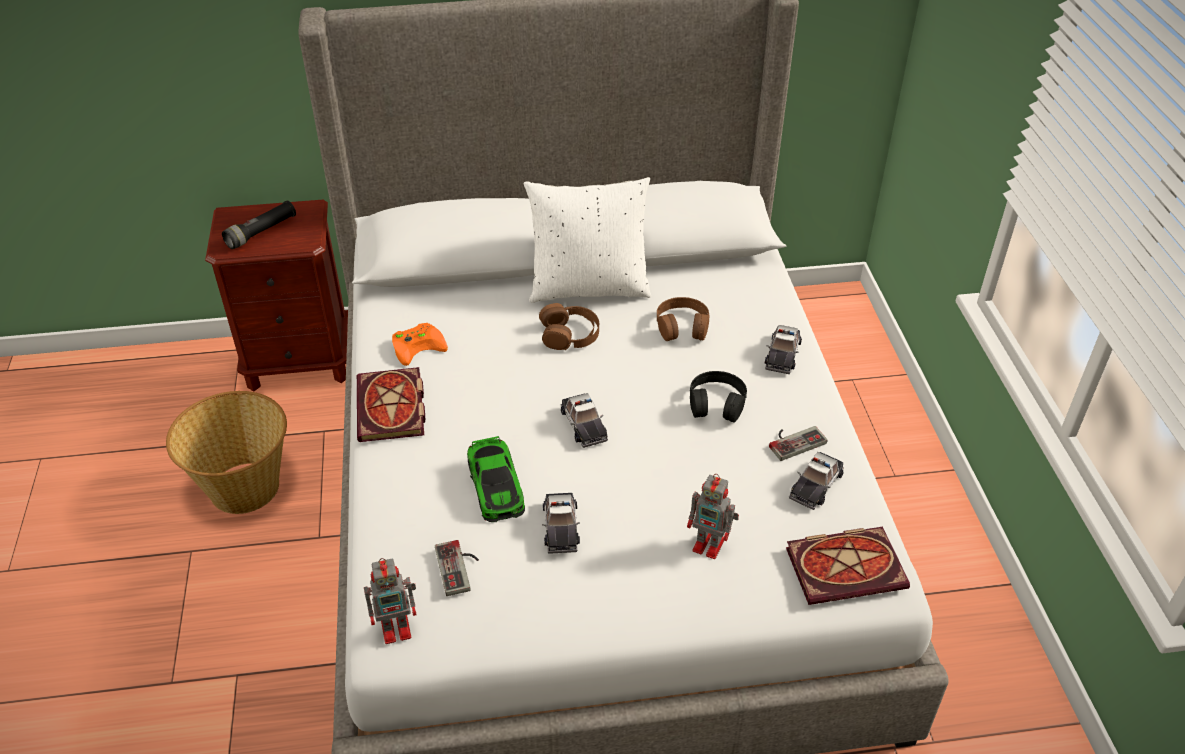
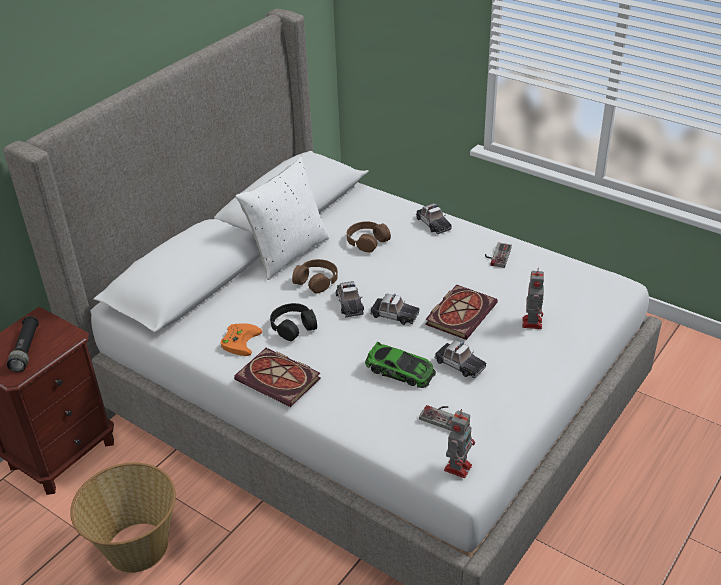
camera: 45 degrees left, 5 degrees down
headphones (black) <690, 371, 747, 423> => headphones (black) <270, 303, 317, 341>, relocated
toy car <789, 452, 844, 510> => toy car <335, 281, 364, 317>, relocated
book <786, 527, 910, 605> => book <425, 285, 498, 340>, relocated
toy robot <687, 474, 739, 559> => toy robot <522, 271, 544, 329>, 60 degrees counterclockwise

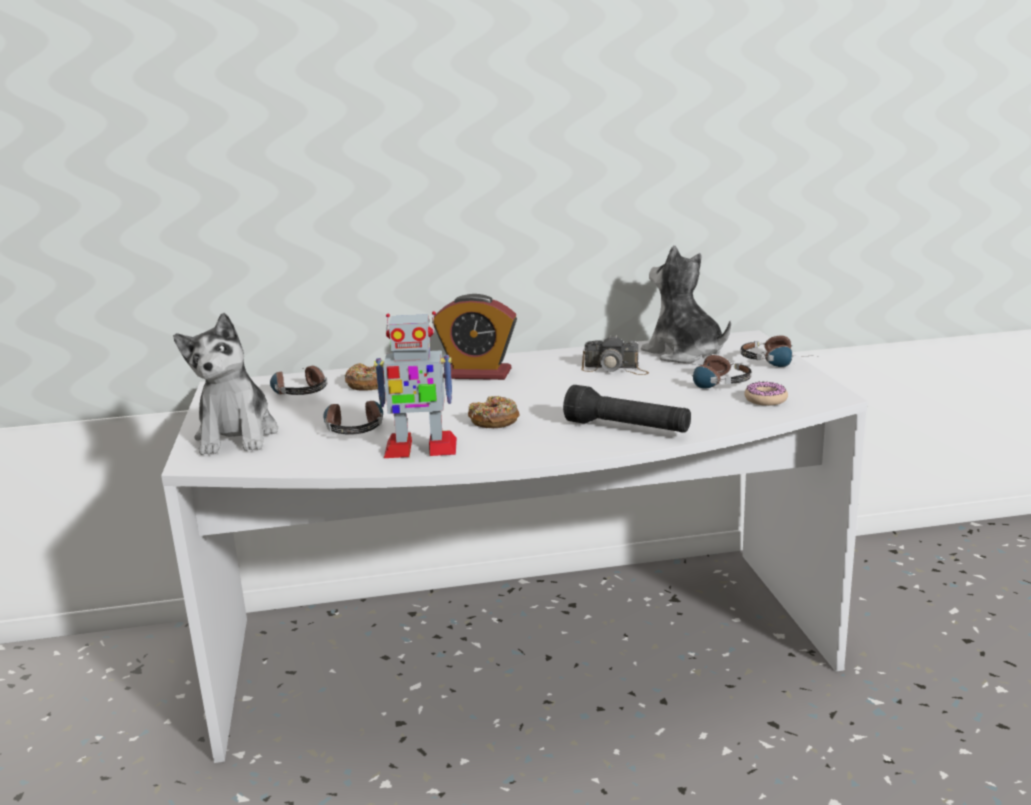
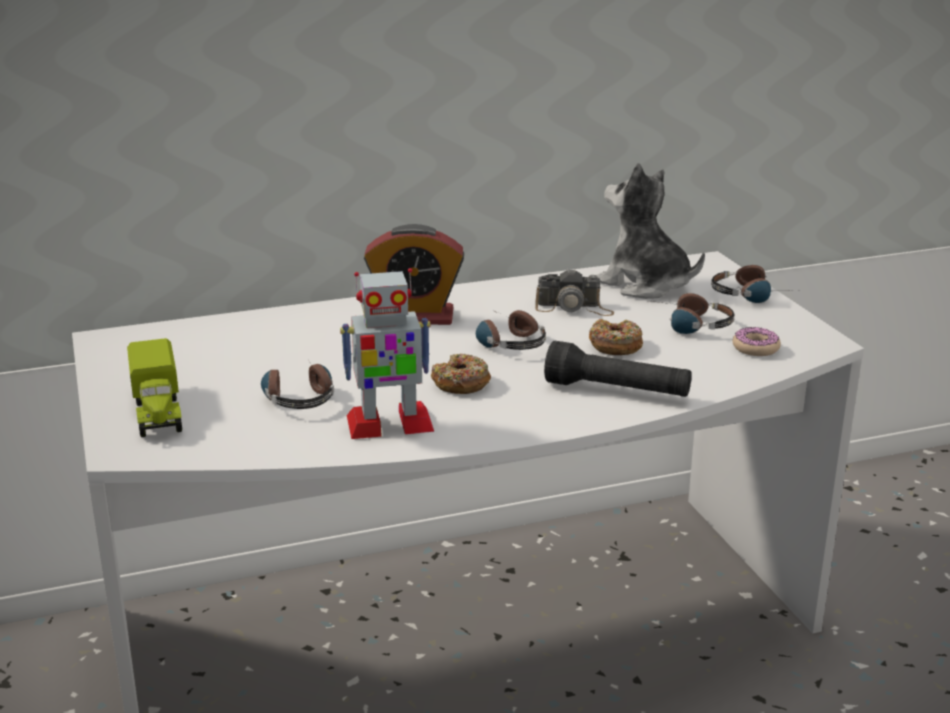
camera: 10 degrees left, 5 degrees up
plush toy <173, 313, 278, 455> => toy truck <127, 338, 182, 437>
headphones <270, 366, 328, 395> => headphones <476, 310, 546, 350>, relocated
donut <345, 363, 385, 391> => donut <589, 319, 643, 355>, relocated

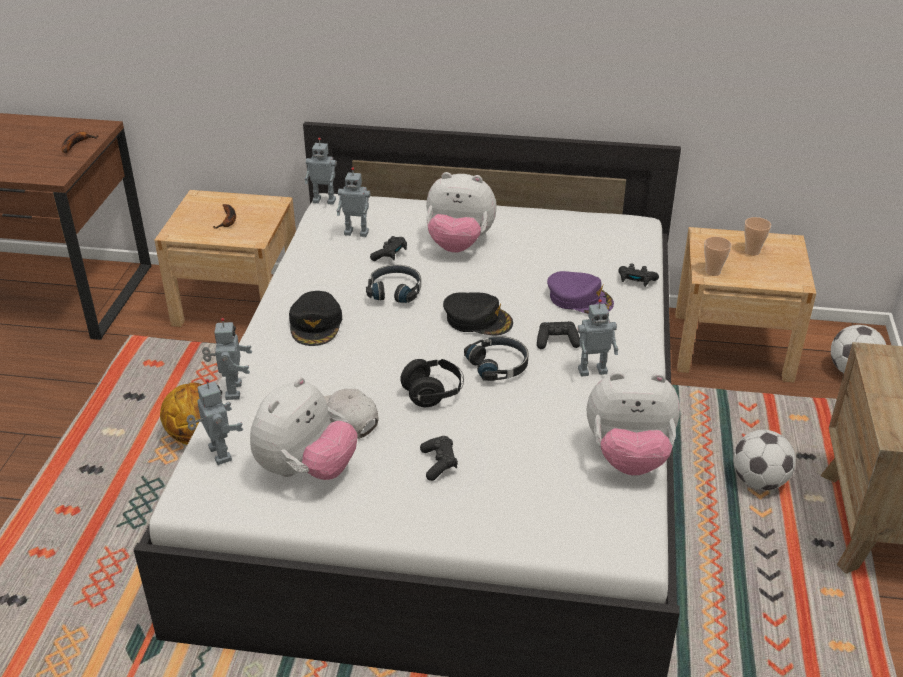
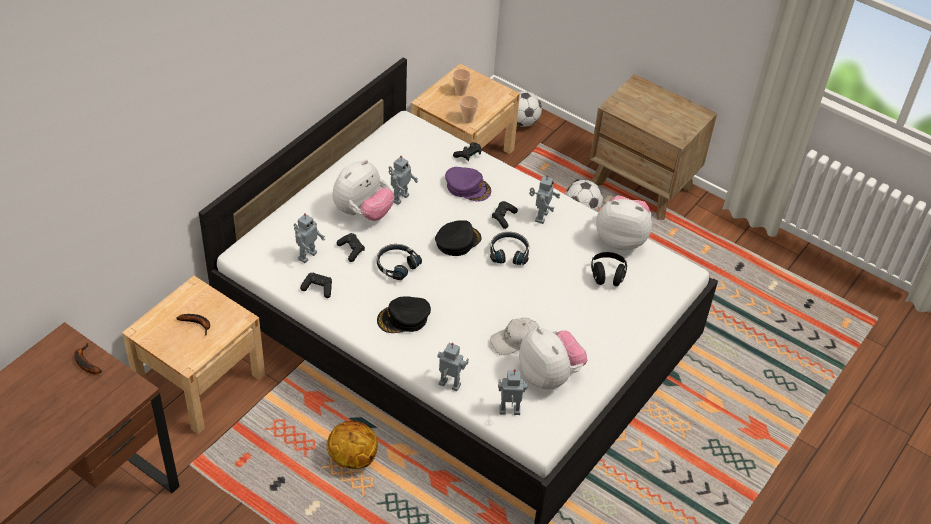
camera: 65 degrees left, 10 degrees up
game controller (black) <420, 436, 458, 481> => game controller (black) <300, 273, 332, 298>, relocated
cap (black) <289, 291, 342, 346> => cap (black) <377, 296, 431, 333>, 135 degrees clockwise
toy robot <305, 138, 337, 205> => toy robot <388, 156, 418, 205>, relocated
cap (purple) <547, 271, 614, 314> => cap (purple) <445, 167, 491, 202>, 60 degrees clockwise
headphones (black) <400, 359, 464, 407> => headphones (black) <591, 252, 627, 286>, relocated
plush toy <587, 369, 680, 476> => plush toy <596, 195, 652, 250>, 105 degrees counterclockwise

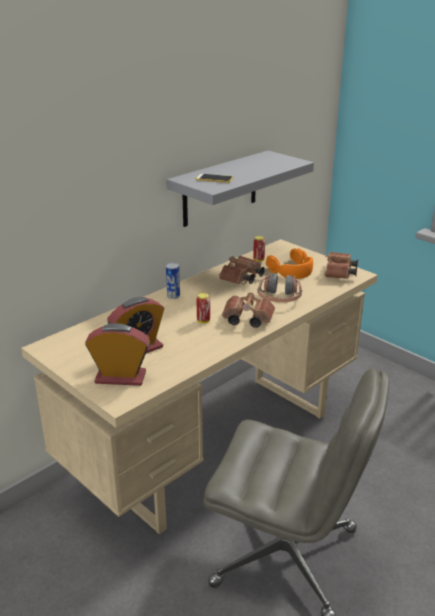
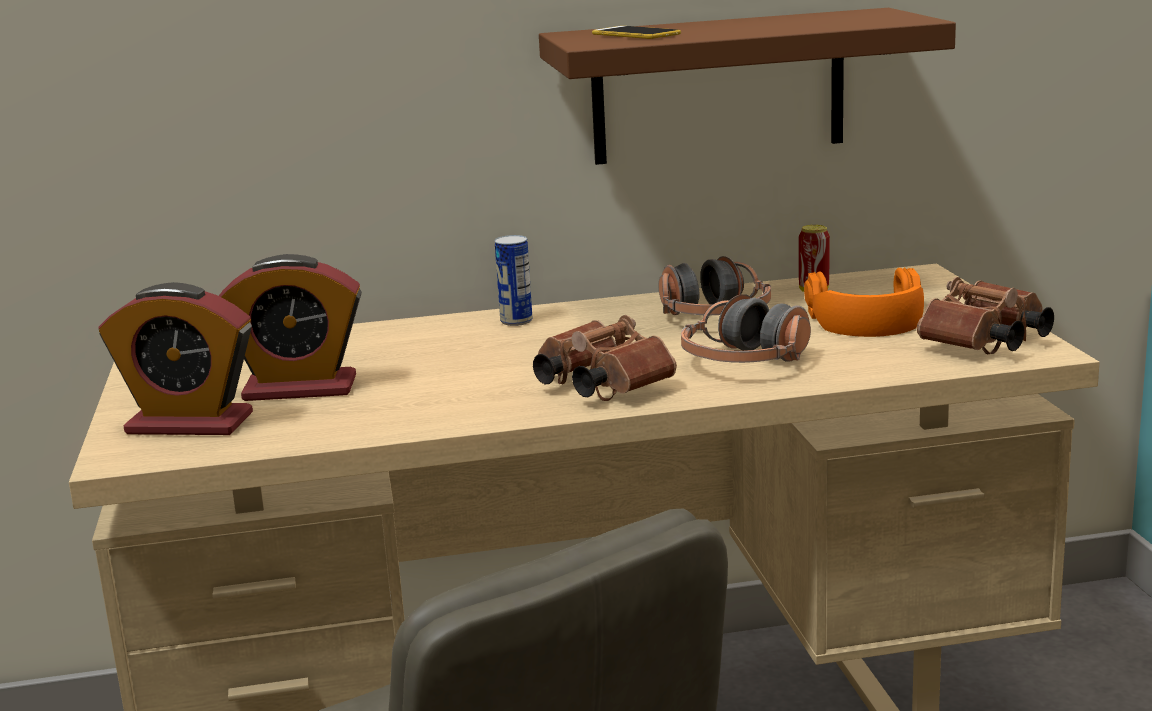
camera: 35 degrees right, 10 degrees down
alarm clock <85, 323, 150, 386> => alarm clock <98, 282, 253, 435>, 150 degrees clockwise
shelf (grey) <166, 151, 314, 227> => shelf (brown) <539, 8, 956, 165>
binoculars (brown) <219, 256, 265, 285> => headphones <659, 256, 771, 315>
can <197, 293, 210, 323> => nothing

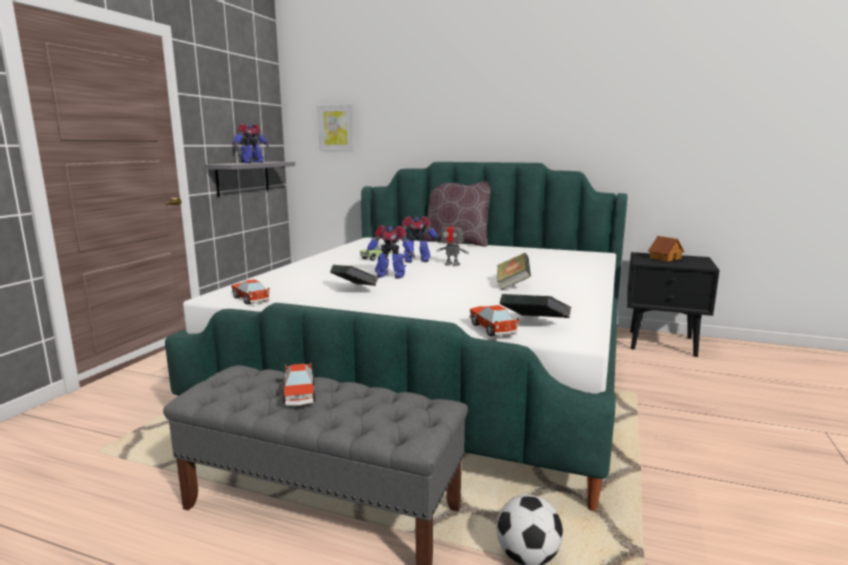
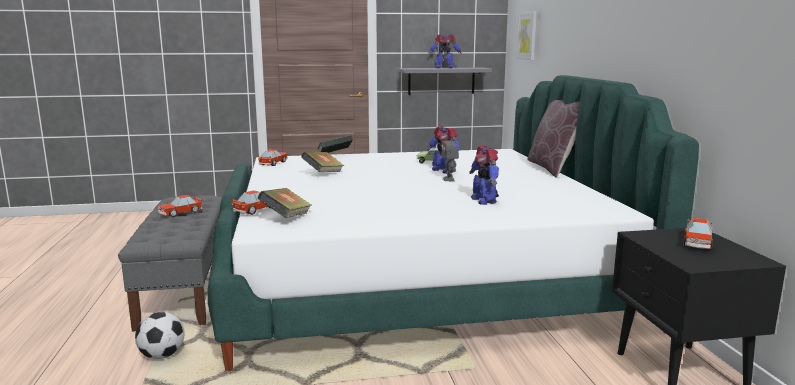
camera: 60 degrees right, 0 degrees up
book <497, 253, 531, 290> => book <317, 135, 353, 153>, relocated
toy robot <365, 225, 415, 279> => toy robot <470, 146, 499, 205>, relocated
toy house <648, 236, 684, 262> => toy car <683, 218, 713, 250>

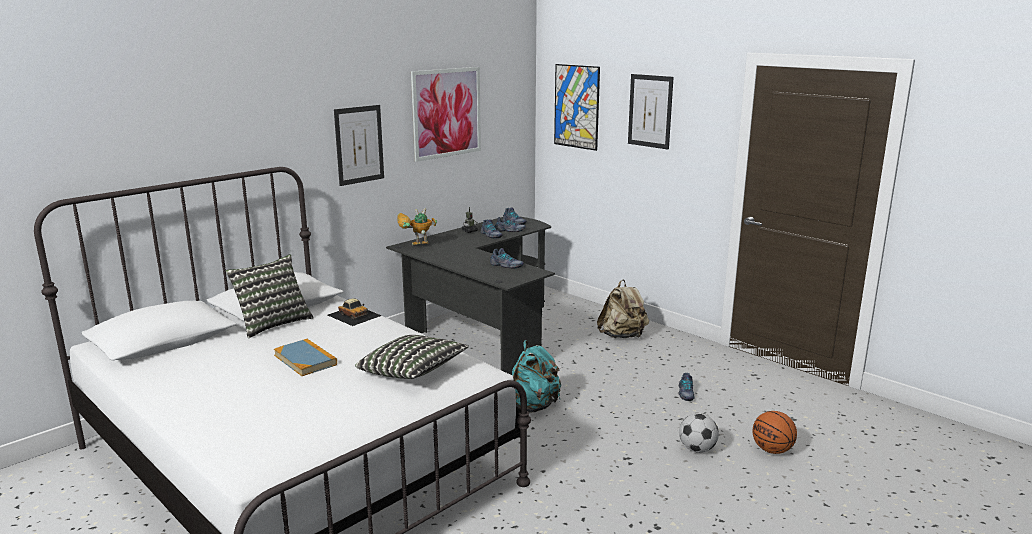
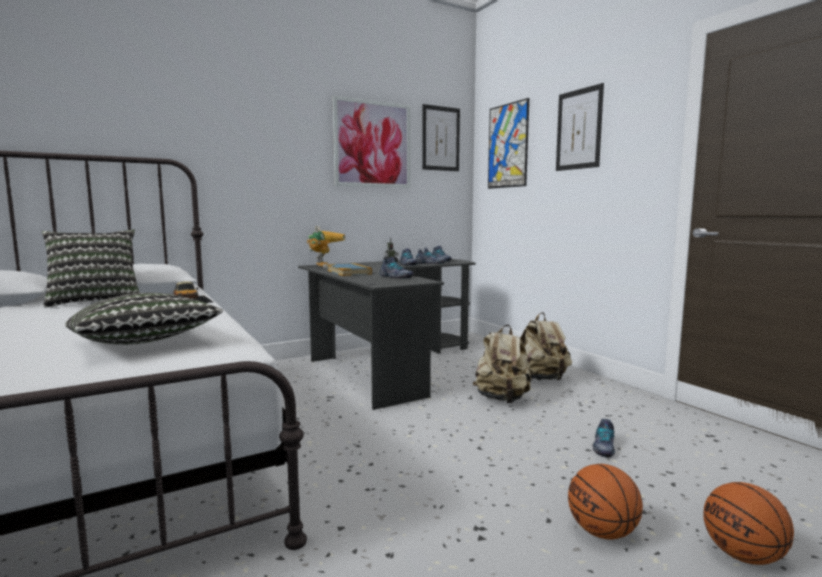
camera: 15 degrees right, 10 degrees down
toy robot <397, 208, 437, 246> => toy robot <307, 226, 345, 268>, 105 degrees clockwise
book <274, 339, 337, 376> => book <328, 263, 372, 276>, relocated
picture <334, 105, 384, 186> => picture <422, 104, 460, 171>, relocated
nothing => backpack (beige) <473, 325, 532, 403>
football <679, 413, 719, 453> => basketball <568, 464, 643, 540>
backpack (turquoise) <512, 340, 561, 413> => nothing

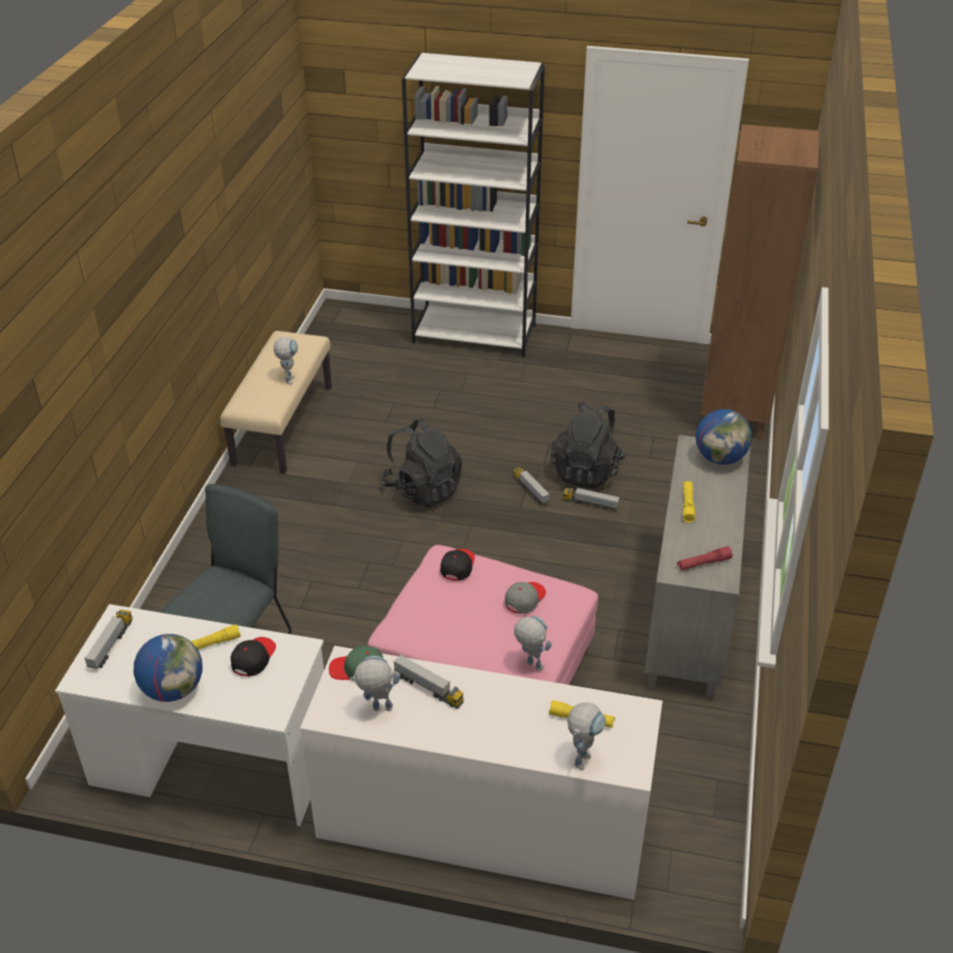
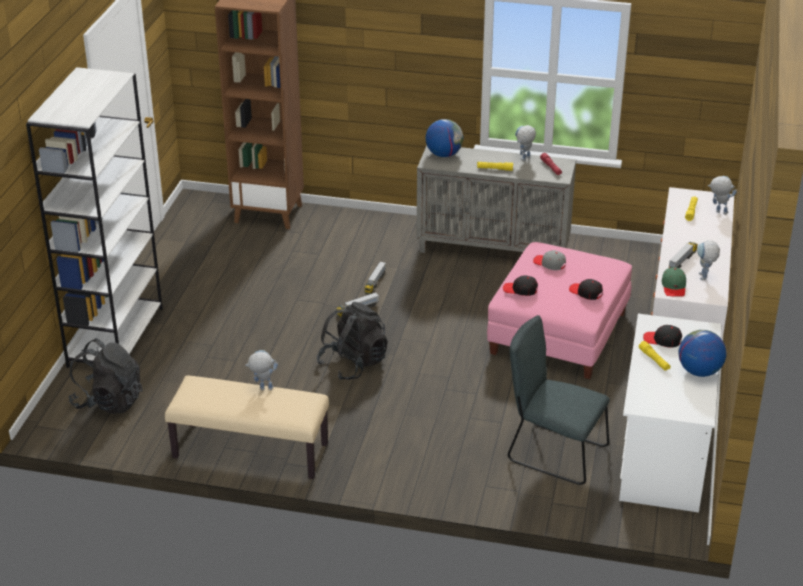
camera: 90 degrees left, 5 degrees down
backpack (black) <551, 401, 625, 489> => backpack (black) <68, 338, 143, 414>, relocated
toy robot <514, 616, 552, 671> => toy robot <515, 125, 536, 161>, relocated
nothing => cap (black) <569, 279, 603, 300>
toy truck <84, 610, 132, 669> => nothing

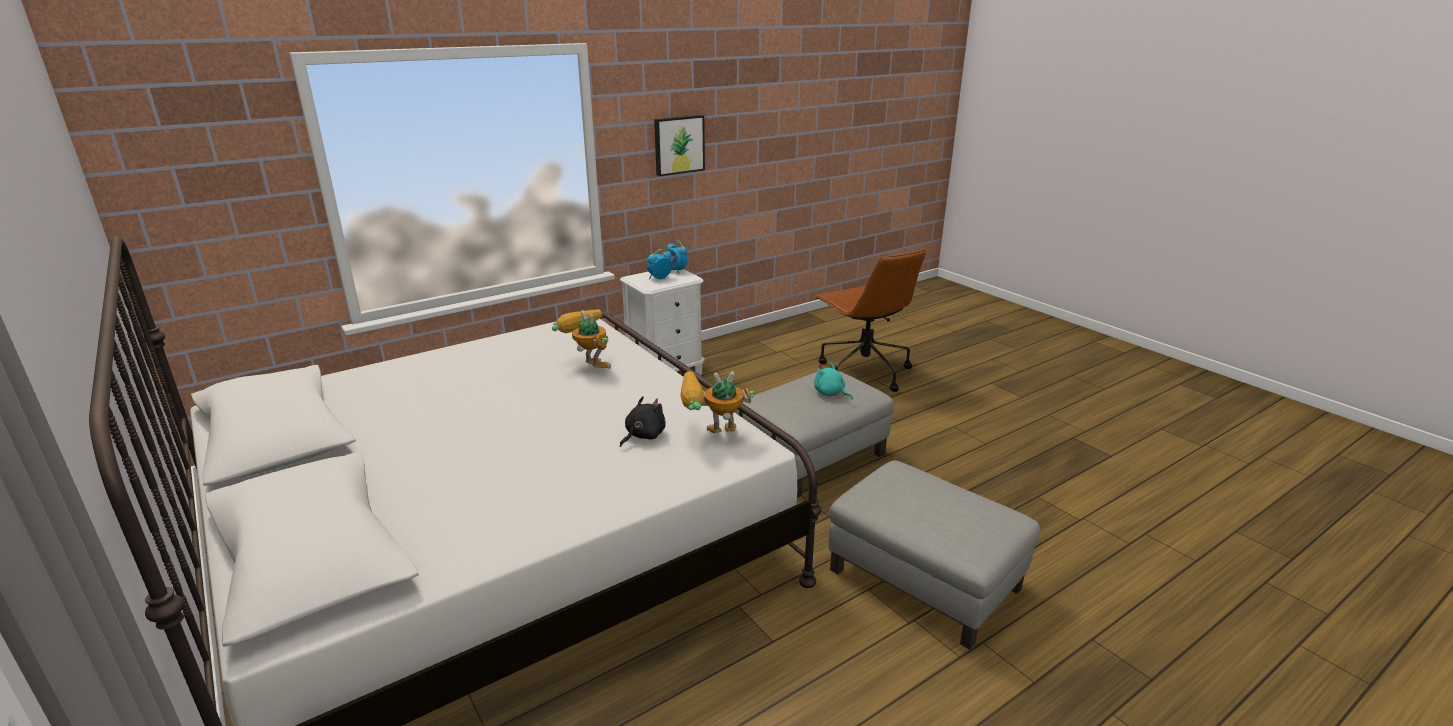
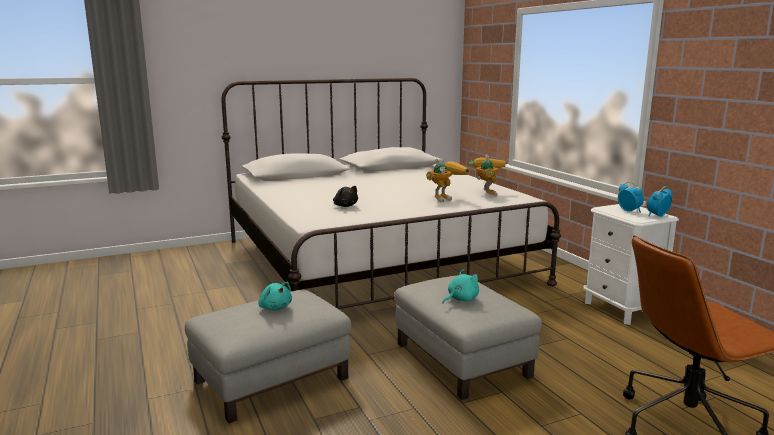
camera: 100 degrees right, 10 degrees down
nothing => plush toy (turquoise) <258, 282, 292, 311>
toy robot <681, 371, 754, 433> => toy robot <469, 154, 506, 197>, relocated
picture <654, 115, 705, 176> => nothing

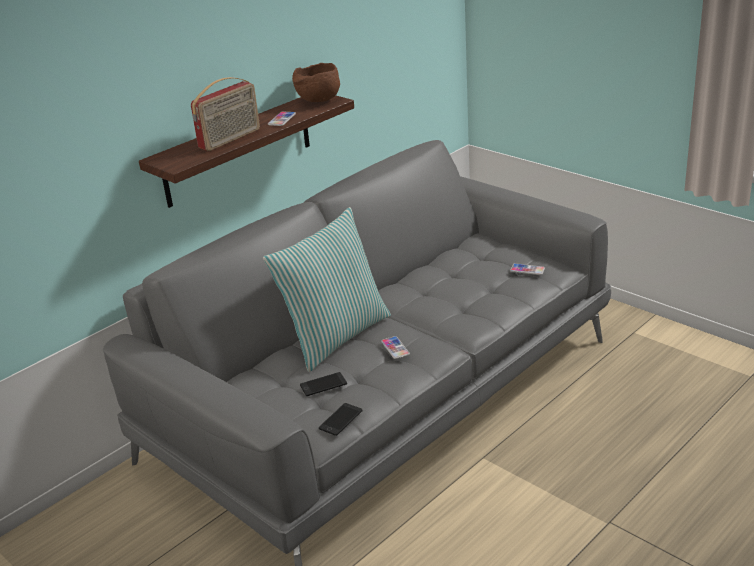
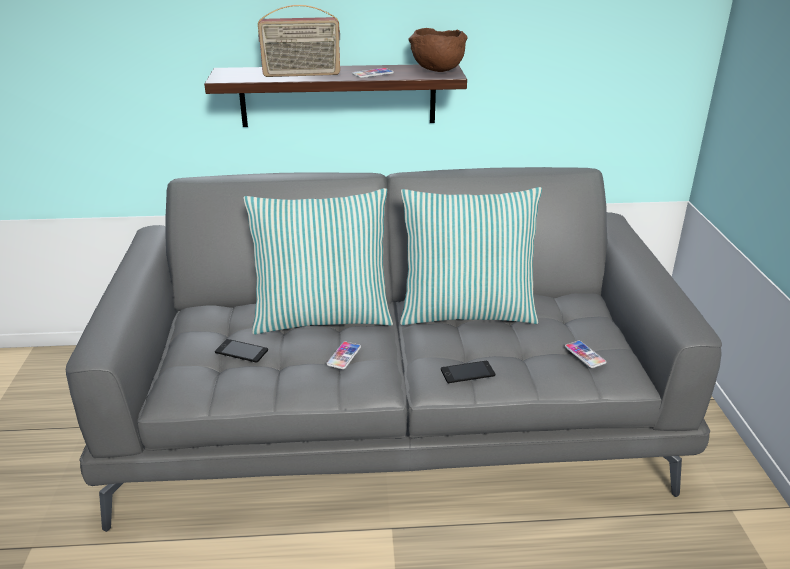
camera: 40 degrees right, 0 degrees up
nothing => pillow <400, 187, 542, 325>
phone <319, 403, 363, 436> => phone <441, 361, 495, 383>, relocated

